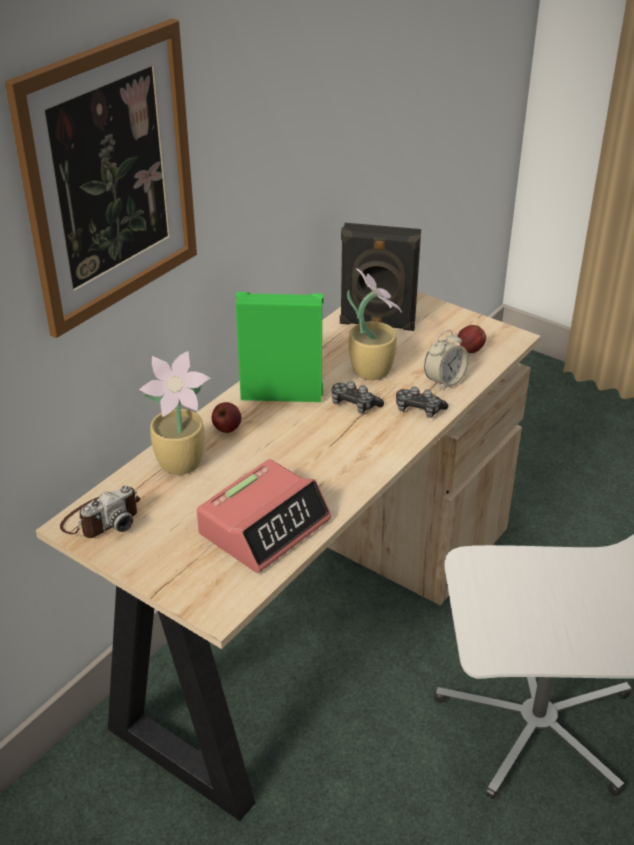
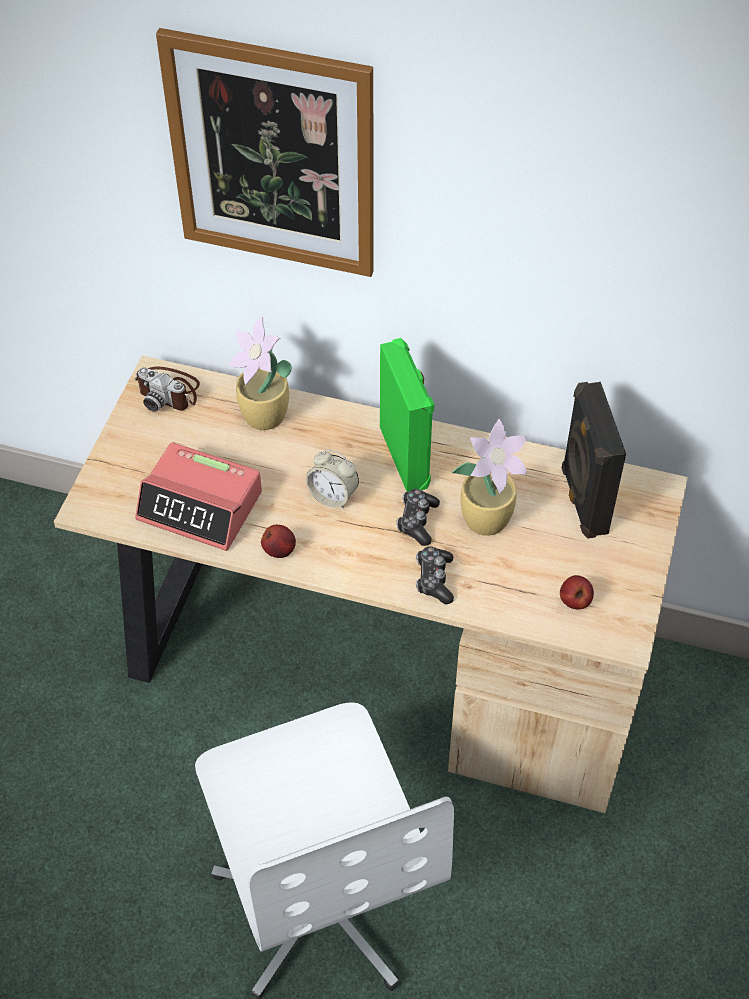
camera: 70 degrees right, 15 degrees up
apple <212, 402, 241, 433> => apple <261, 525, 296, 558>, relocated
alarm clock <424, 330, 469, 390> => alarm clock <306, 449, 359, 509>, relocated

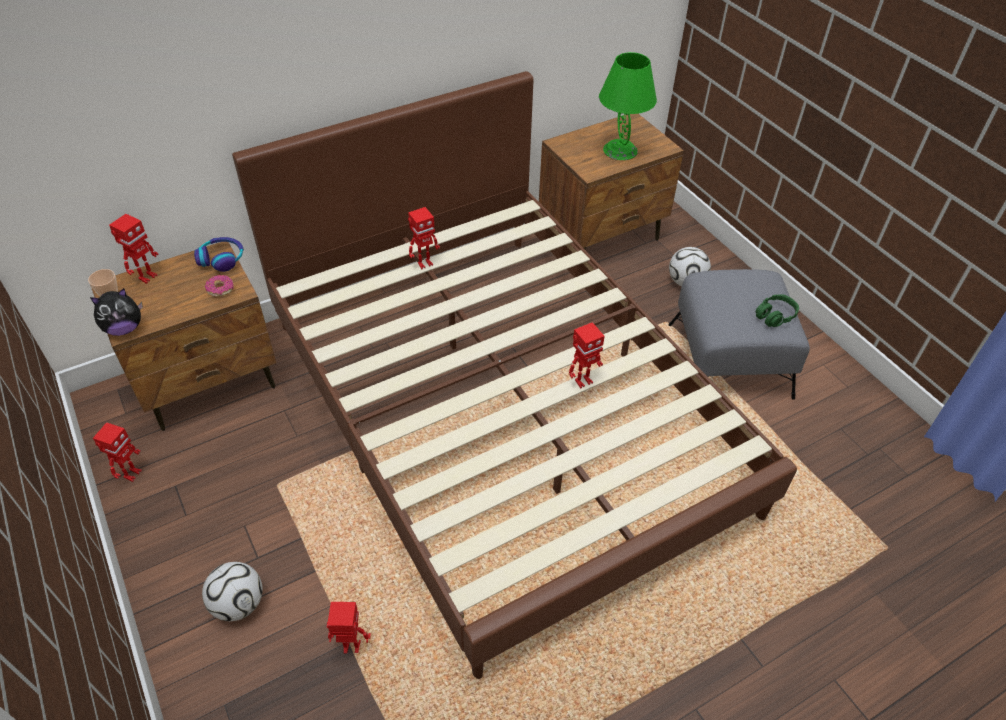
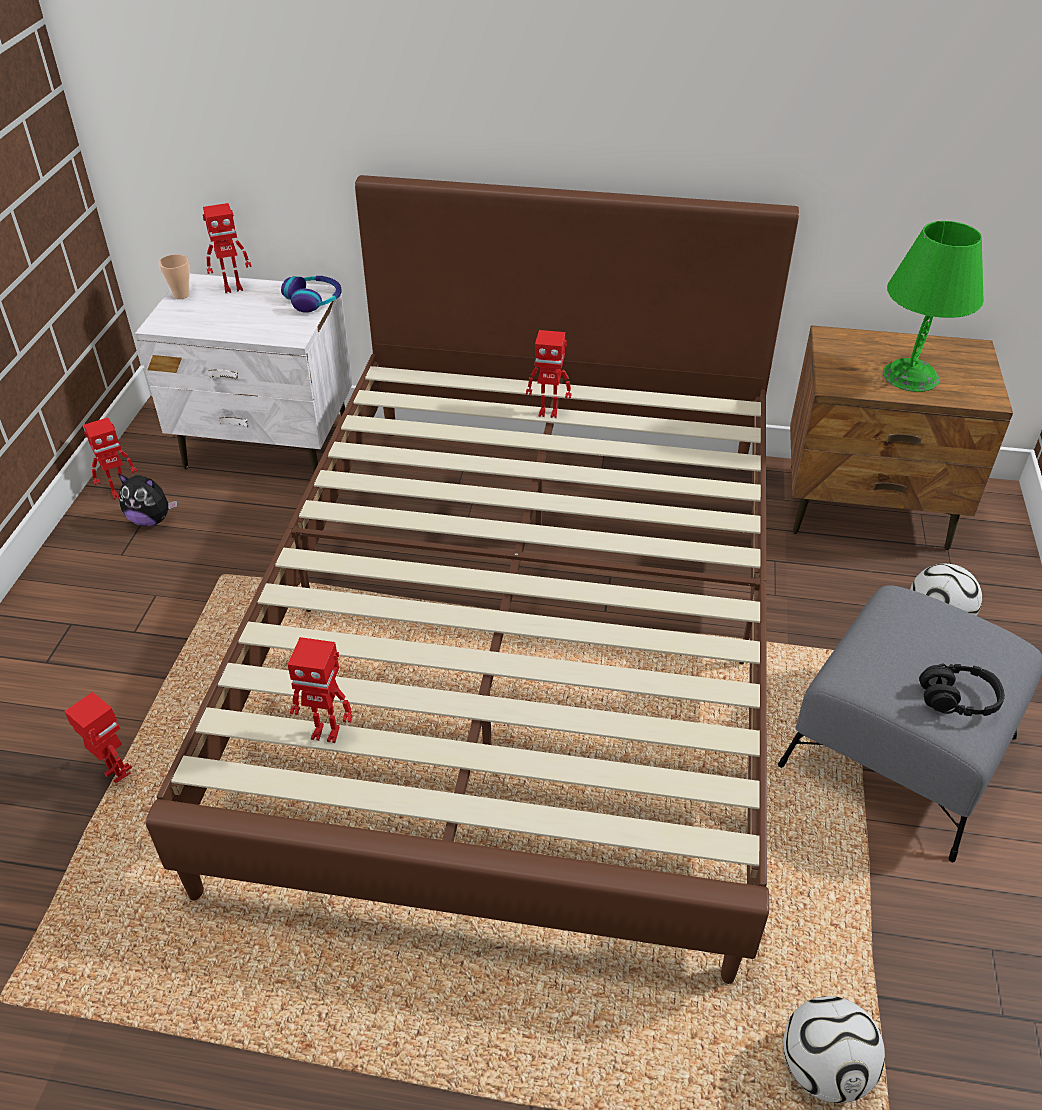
camera: 40 degrees right, 5 degrees down
plush toy <90, 288, 143, 336> => plush toy <118, 474, 177, 526>, relocated
nightstand (brown) <90, 242, 276, 431> => nightstand (white) <135, 274, 353, 473>
toy robot <569, 322, 604, 389> => toy robot <287, 637, 352, 743>, relocated
football <202, 562, 263, 621> => football <783, 996, 885, 1103>, relocated
headphones (green) <755, 294, 799, 327> => headphones (black) <919, 664, 1005, 716>
donut <205, 275, 233, 297> => nothing

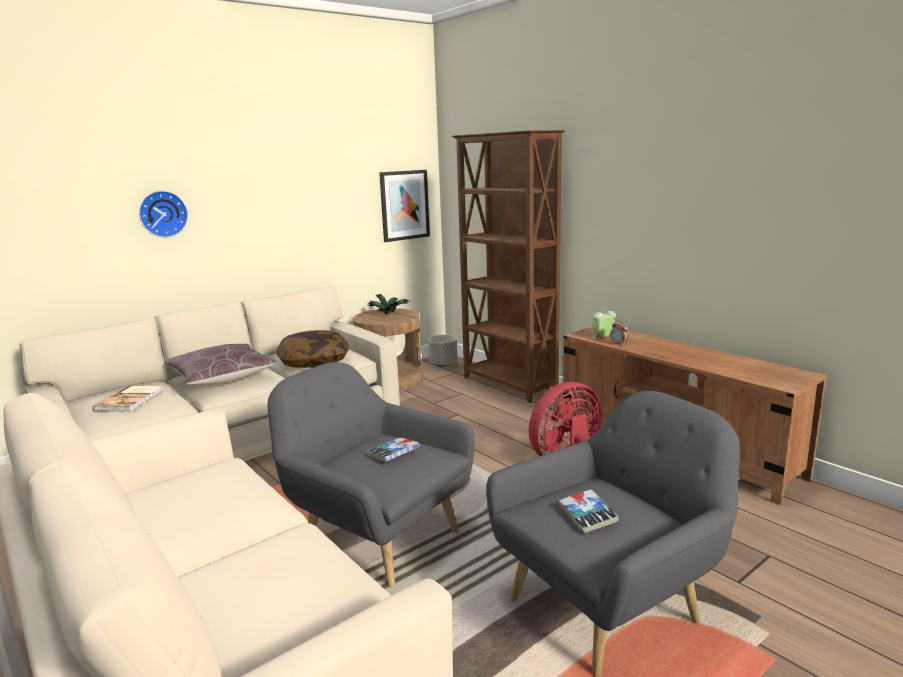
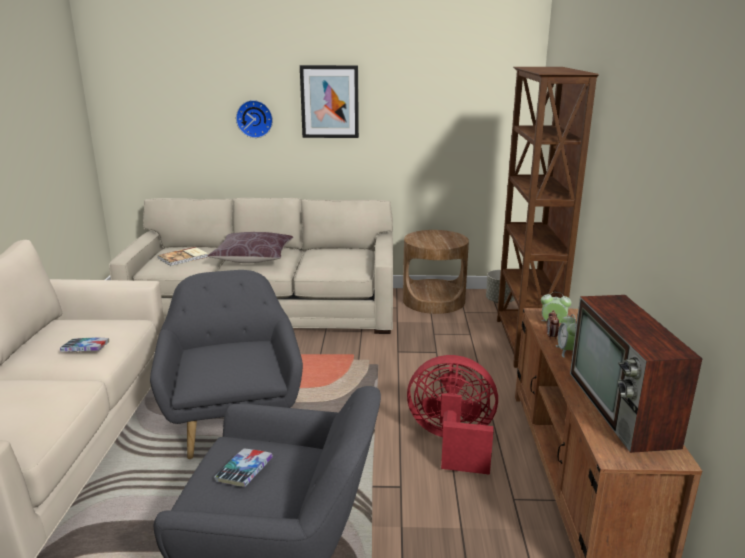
camera: 40 degrees right, 5 degrees up
book <367, 438, 420, 462> => book <60, 338, 109, 352>, relocated
picture <379, 170, 430, 242> => picture <300, 65, 359, 138>, relocated
nothing => alarm clock <556, 315, 576, 358>
nothing => television <570, 295, 703, 453>
pillow <276, 330, 349, 368> => nothing
potted plant <368, 294, 410, 315> => nothing

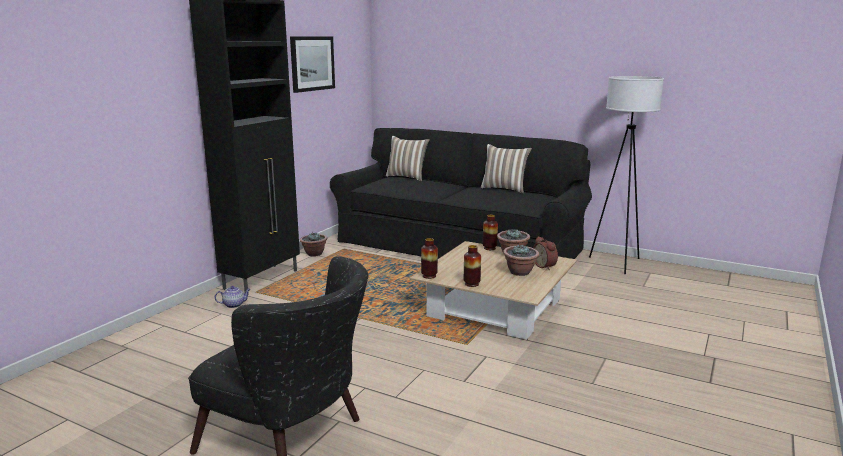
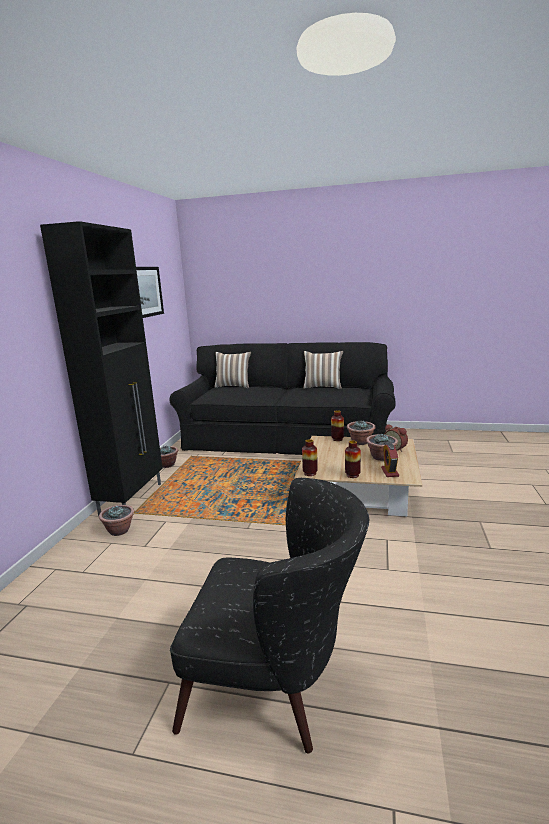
camera: 15 degrees left, 0 degrees up
teapot <215, 286, 251, 308> => potted plant <99, 505, 134, 536>
nothing => alarm clock <381, 443, 399, 477>
floor lamp (white) <589, 76, 664, 274> => nothing

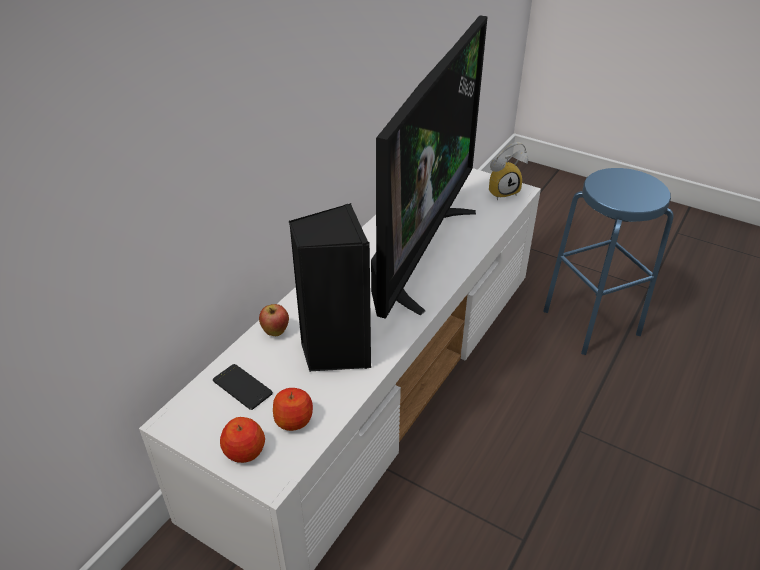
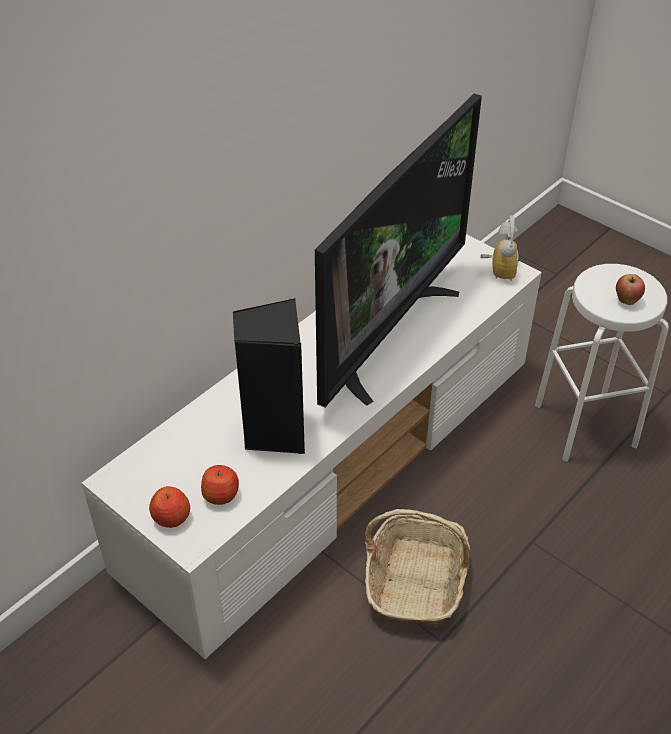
camera: 10 degrees right, 5 degrees up
nothing => basket <365, 509, 470, 628>
alarm clock <489, 142, 528, 200> => alarm clock <480, 216, 519, 281>, 75 degrees counterclockwise
stool (blue) <543, 168, 674, 355> => stool (white) <535, 264, 669, 462>
apple <259, 304, 289, 336> => apple <616, 274, 645, 305>, relocated
phone <213, 364, 273, 410> => nothing

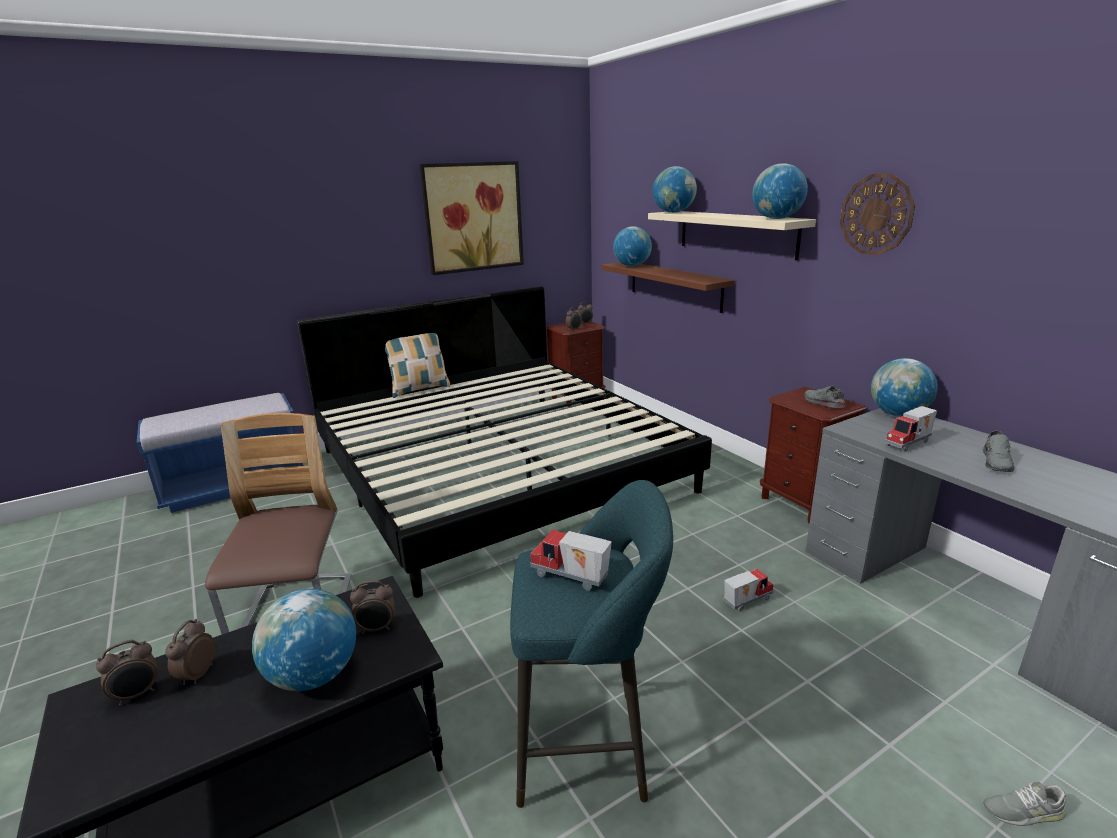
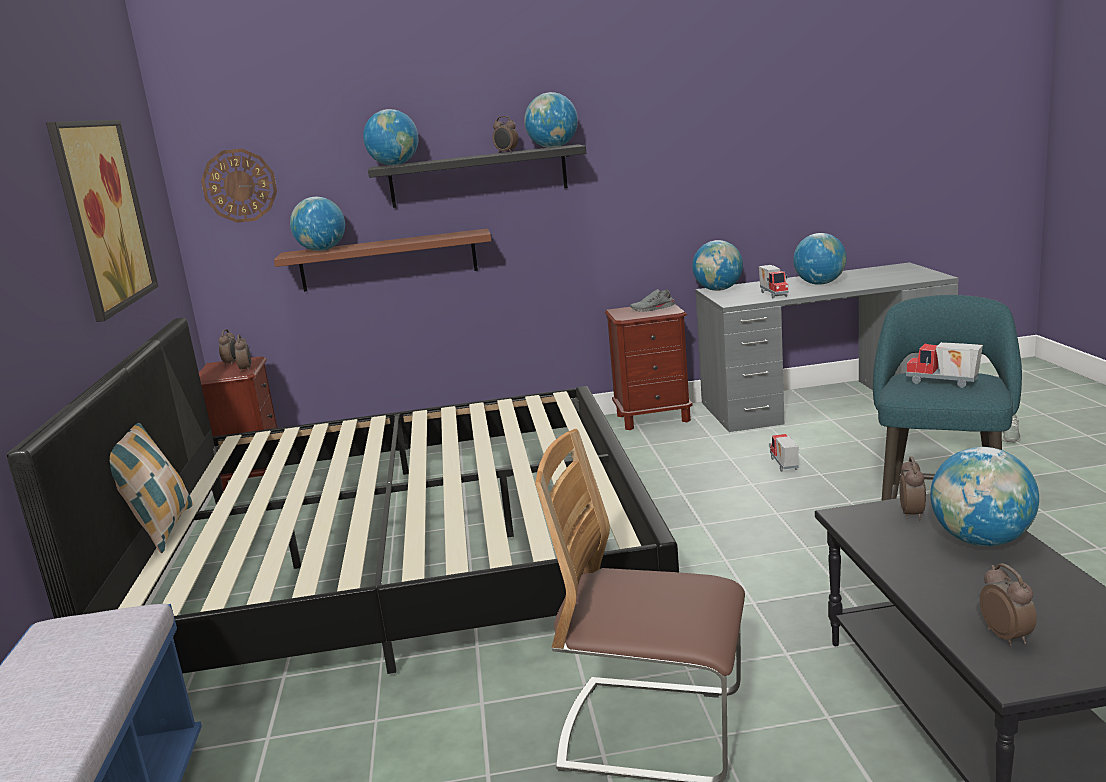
camera: 65 degrees left, 5 degrees down
wall clock <840, 174, 915, 255> => wall clock <201, 148, 277, 223>, relocated
shelf (beige) <648, 211, 816, 260> => shelf (black) <368, 144, 586, 208>
alarm clock <165, 619, 215, 685> => alarm clock <492, 116, 518, 153>, relocated
shoe (grey) <983, 431, 1015, 472> => globe <793, 233, 847, 285>
toy truck <530, 529, 612, 590> => toy truck <906, 342, 983, 388>, 75 degrees clockwise

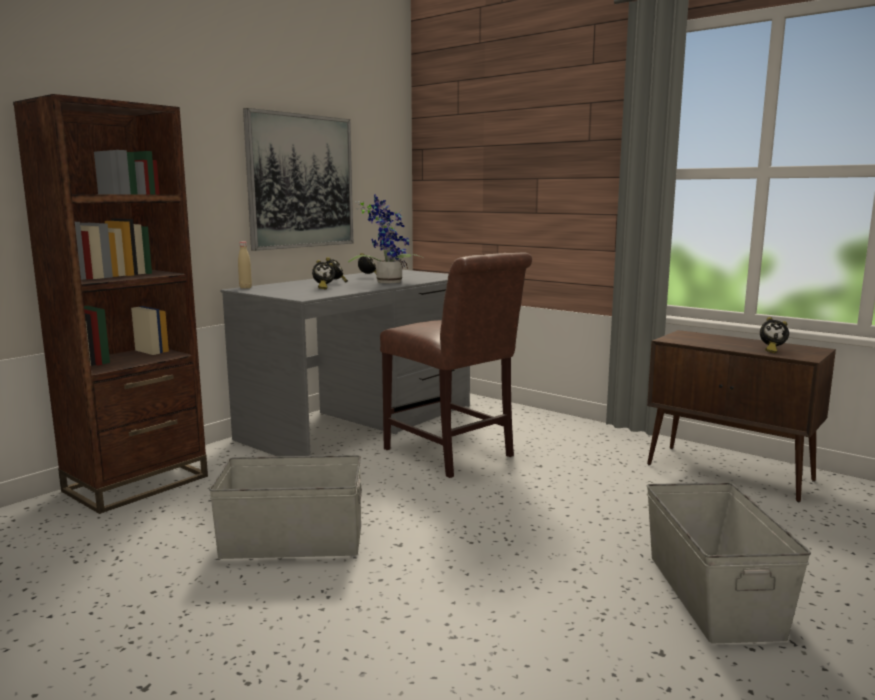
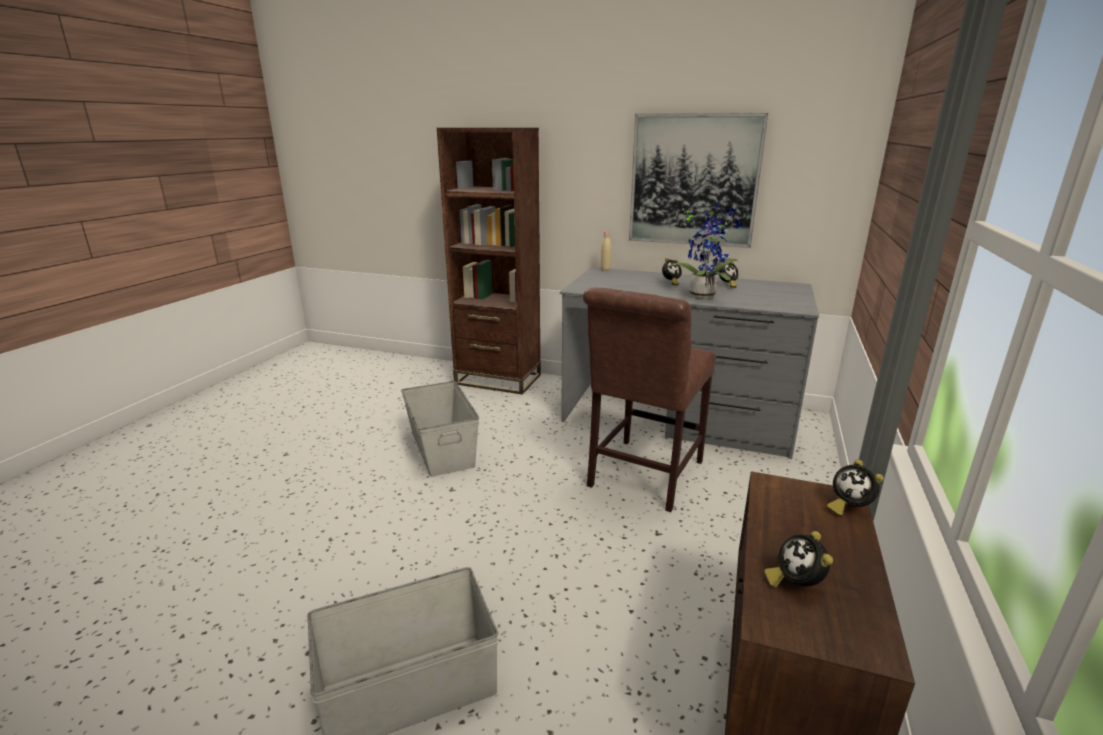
camera: 70 degrees right, 10 degrees up
alarm clock <312, 260, 335, 289> => alarm clock <827, 459, 884, 516>, relocated

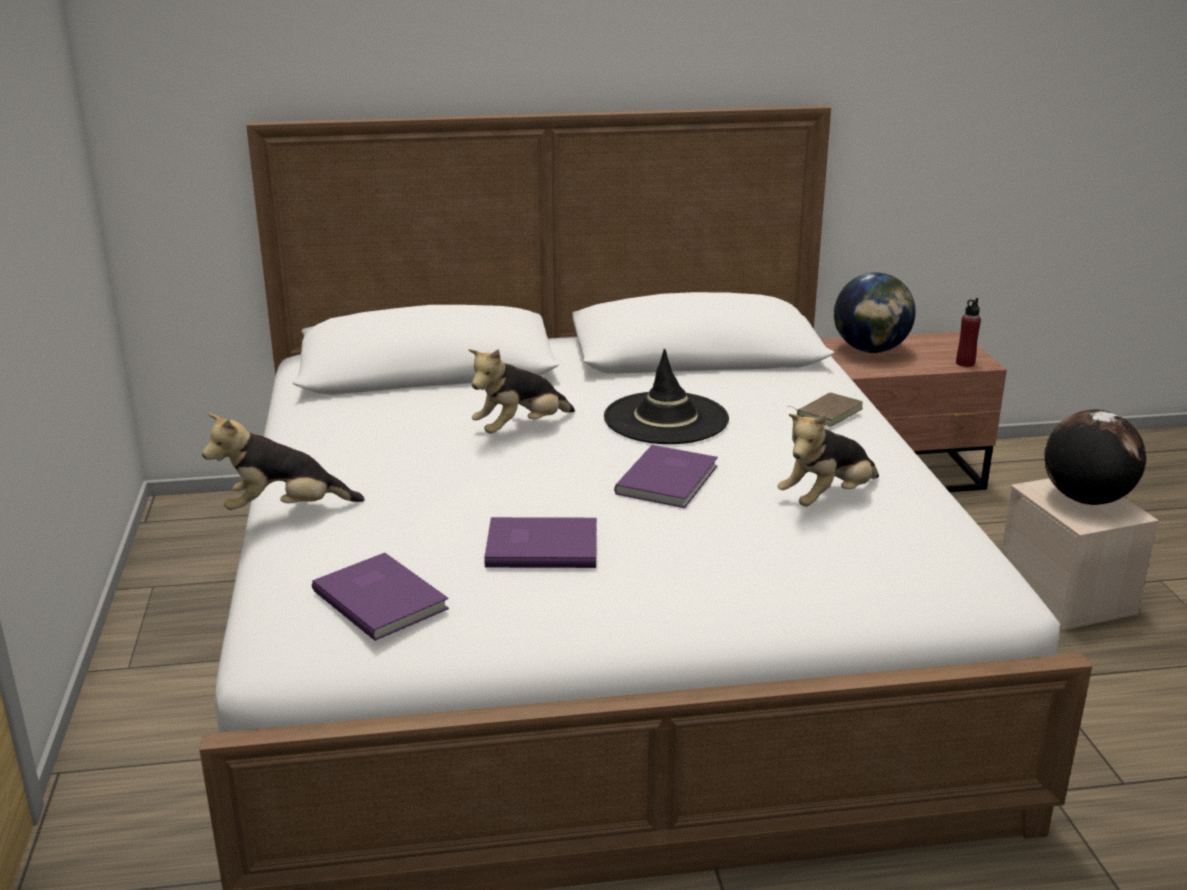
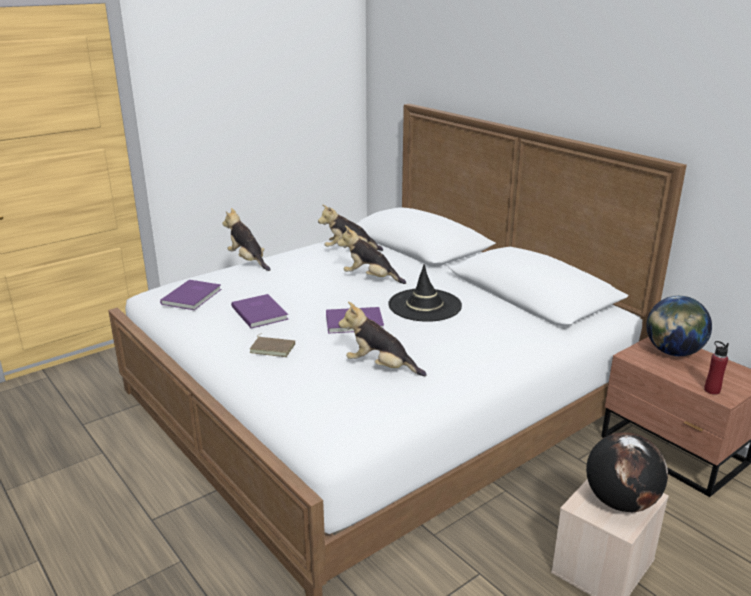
camera: 60 degrees right, 0 degrees up
book (brown) <787, 392, 863, 427> => book (brown) <249, 333, 295, 357>, relocated
nothing => plush toy <318, 204, 383, 251>

